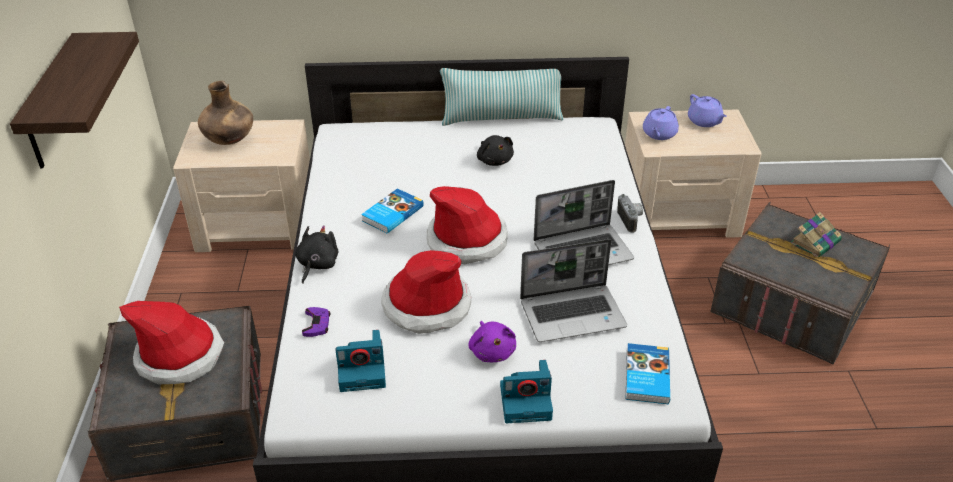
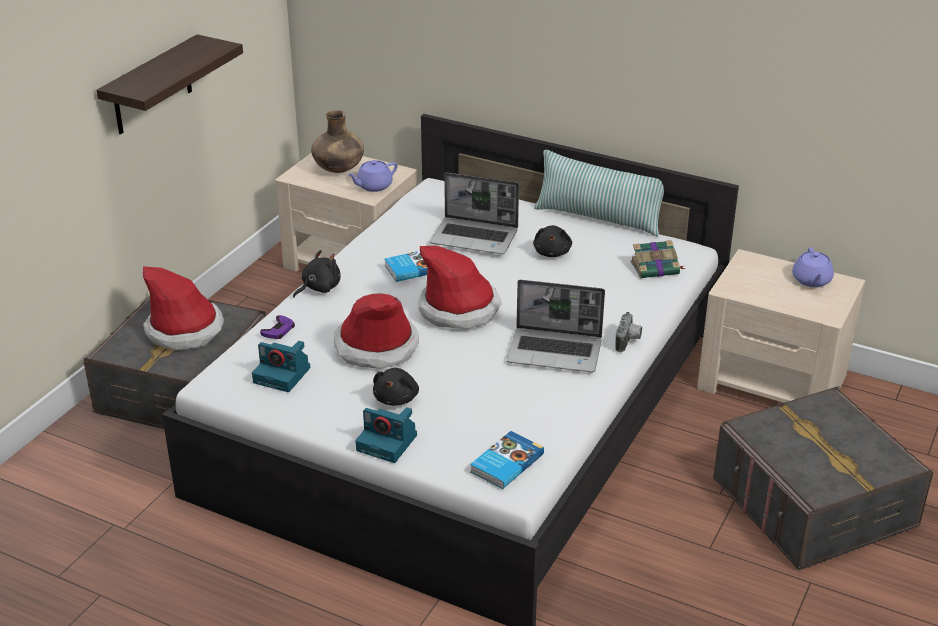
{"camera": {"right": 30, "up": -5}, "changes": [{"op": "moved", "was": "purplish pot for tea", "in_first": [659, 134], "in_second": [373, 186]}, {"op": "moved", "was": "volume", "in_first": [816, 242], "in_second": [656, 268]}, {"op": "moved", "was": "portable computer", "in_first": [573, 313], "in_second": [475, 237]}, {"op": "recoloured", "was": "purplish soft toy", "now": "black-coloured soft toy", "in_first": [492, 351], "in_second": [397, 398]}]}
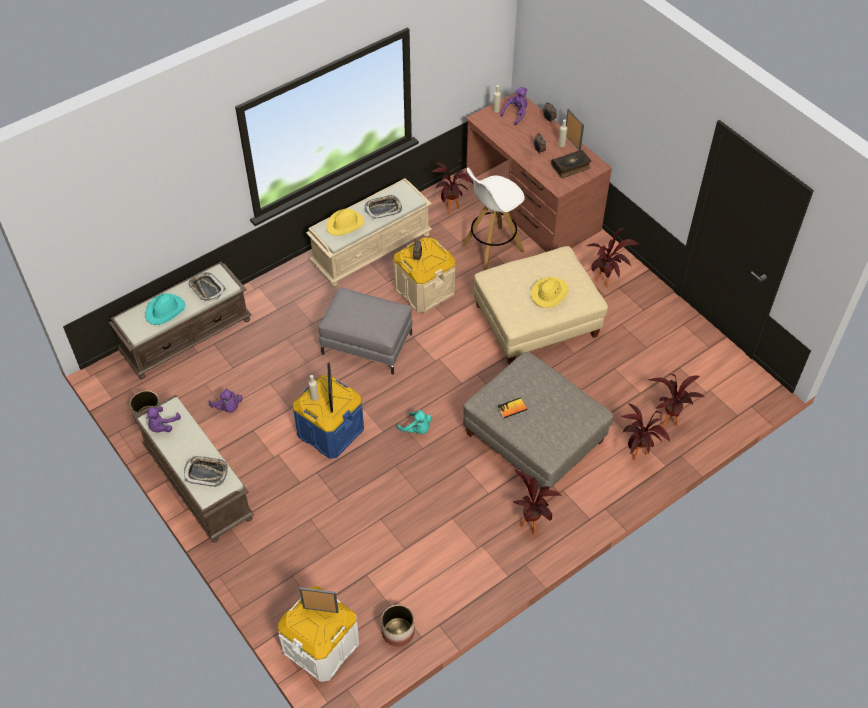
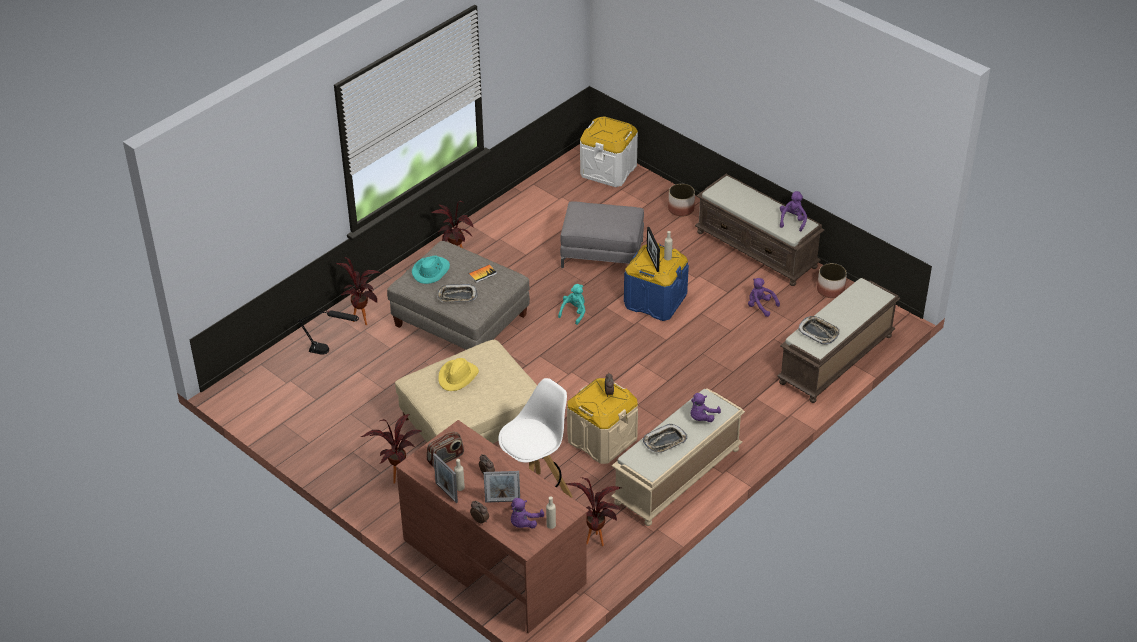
{"camera": {"right": 170, "up": -10}, "changes": [{"op": "replaced", "was": "volume", "now": "radio set", "in_first": [571, 167], "in_second": [445, 458]}, {"op": "replaced", "was": "yellow wearable hat", "now": "purplish soft toy", "in_first": [345, 224], "in_second": [702, 417]}, {"op": "moved", "was": "greyish pouffe", "in_first": [367, 343], "in_second": [602, 254]}, {"op": "moved", "was": "turquoise-coloured wearable hat", "in_first": [165, 310], "in_second": [431, 271]}, {"op": "replaced", "was": "potted plant", "now": "black-coloured table lamp", "in_first": [667, 419], "in_second": [331, 352]}, {"op": "turned", "was": "turquoise-coloured soft toy", "in_first": [417, 429], "in_second": [574, 312], "clockwise": 90}, {"op": "moved", "was": "carrying tray", "in_first": [206, 473], "in_second": [457, 296]}, {"op": "moved", "was": "standing frame", "in_first": [320, 609], "in_second": [502, 501]}, {"op": "moved", "was": "plant pot", "in_first": [398, 631], "in_second": [681, 209]}]}
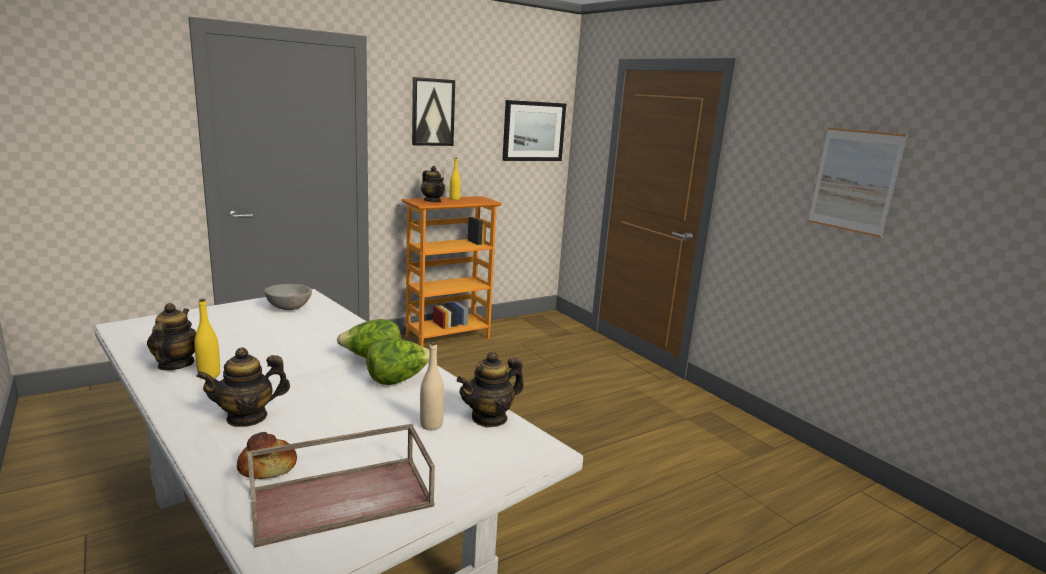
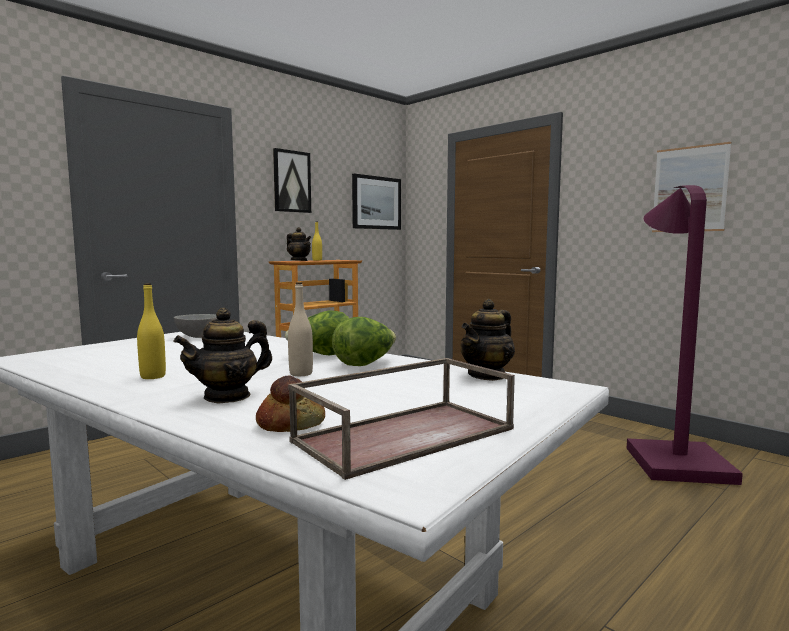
{"camera": {"right": -10, "up": -10}, "changes": [{"op": "removed", "was": "pot for tea", "in_first": [175, 364]}, {"op": "moved", "was": "sand-coloured bottle", "in_first": [431, 425], "in_second": [301, 374]}, {"op": "added", "now": "purplish floor lamp", "in_second": [672, 458]}]}
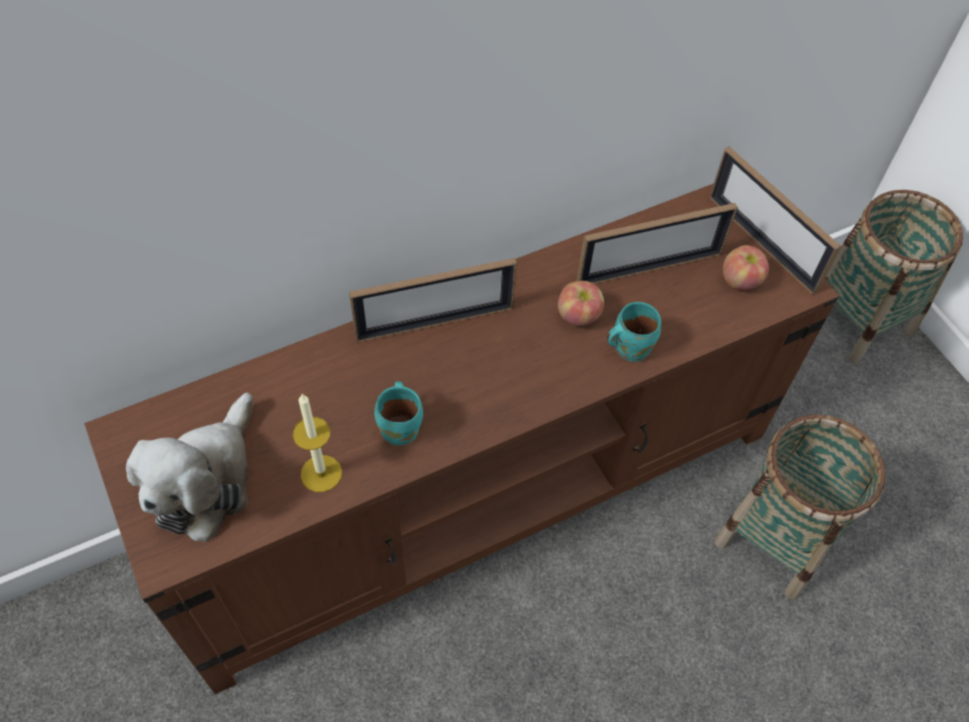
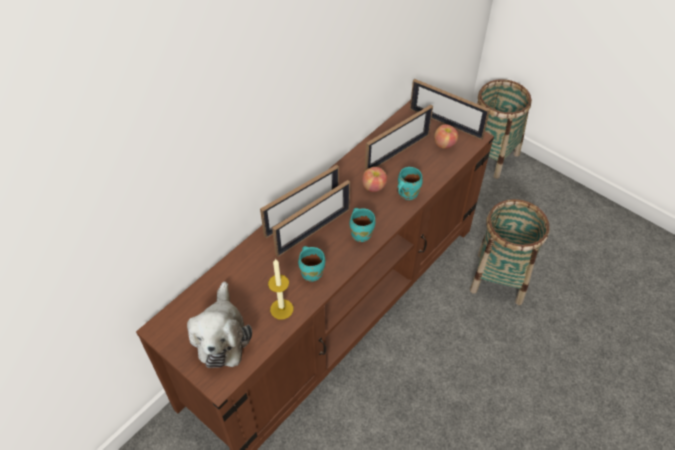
{"camera": {"right": -20, "up": -5}, "changes": [{"op": "added", "now": "standing frame", "in_second": [313, 231]}, {"op": "added", "now": "turquoise-coloured mug", "in_second": [362, 233]}]}
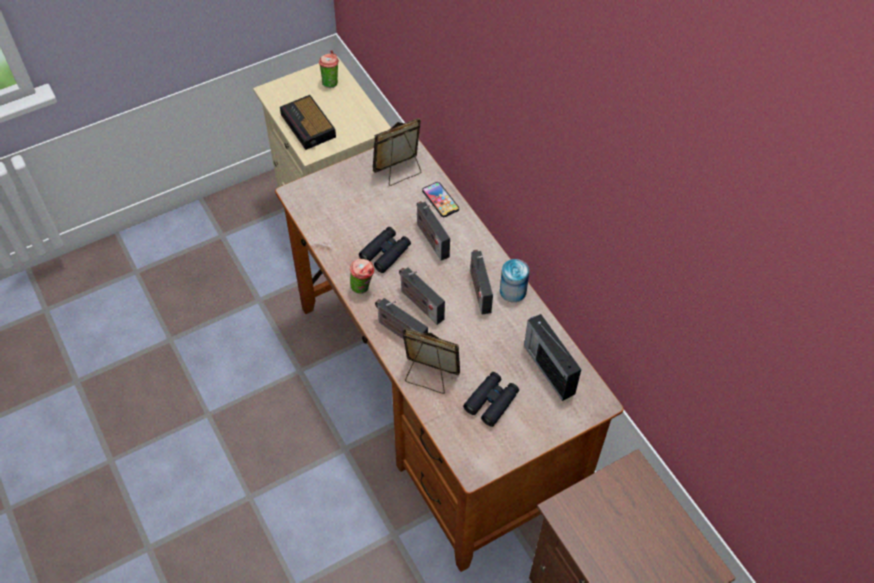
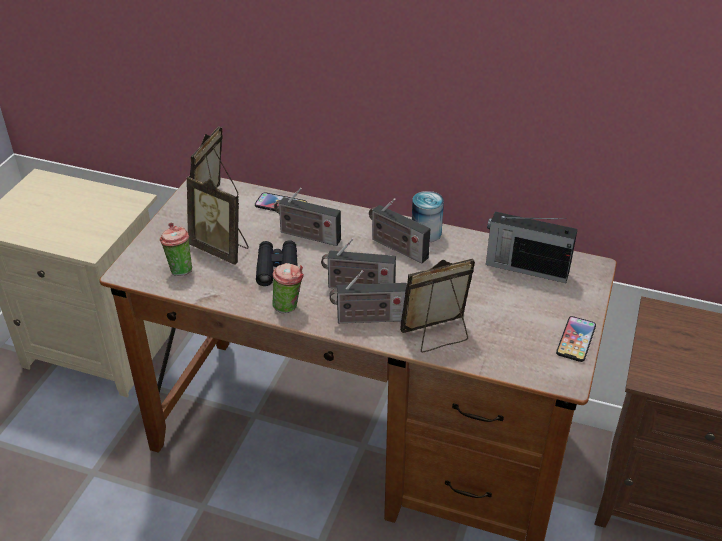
{"camera": {"right": -40, "up": -15}, "changes": [{"op": "moved", "was": "drinking cup", "in_first": [330, 82], "in_second": [179, 269]}, {"op": "removed", "was": "bedside clock", "in_first": [309, 127]}, {"op": "removed", "was": "black-coloured binoculars", "in_first": [491, 401]}, {"op": "added", "now": "standing frame", "in_second": [221, 249]}, {"op": "added", "now": "handset", "in_second": [576, 340]}]}
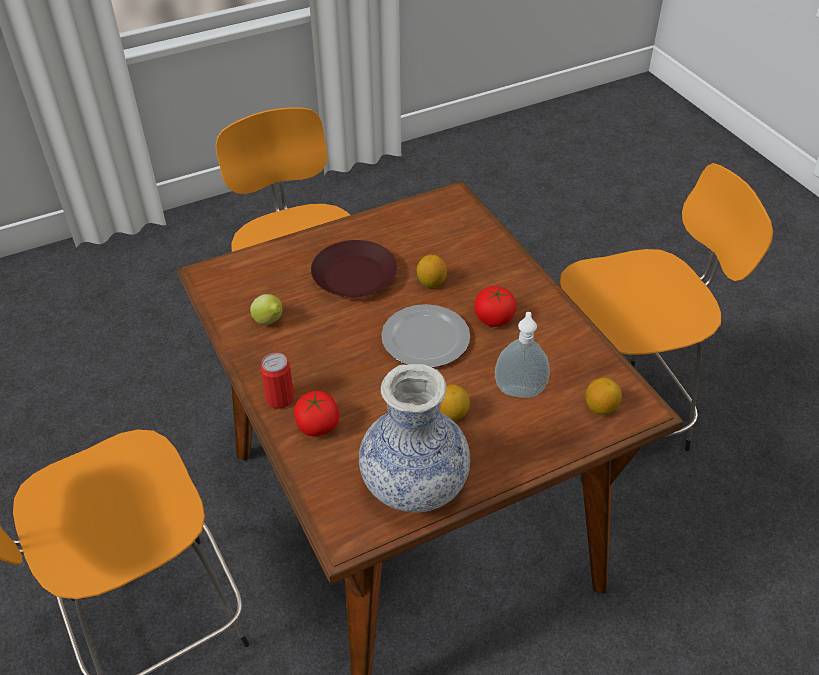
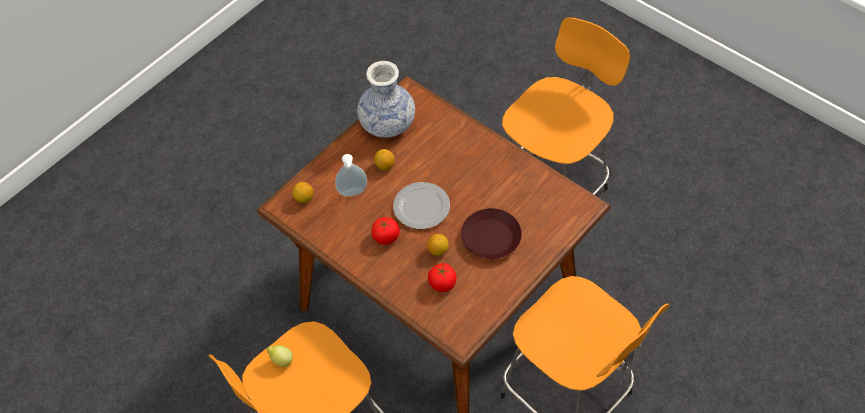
{"camera": {"right": 160, "up": 10}, "changes": [{"op": "moved", "was": "whole lemon", "in_first": [269, 322], "in_second": [281, 360]}, {"op": "removed", "was": "metal can", "in_first": [280, 398]}, {"op": "moved", "was": "tomato", "in_first": [317, 425], "in_second": [442, 283]}]}
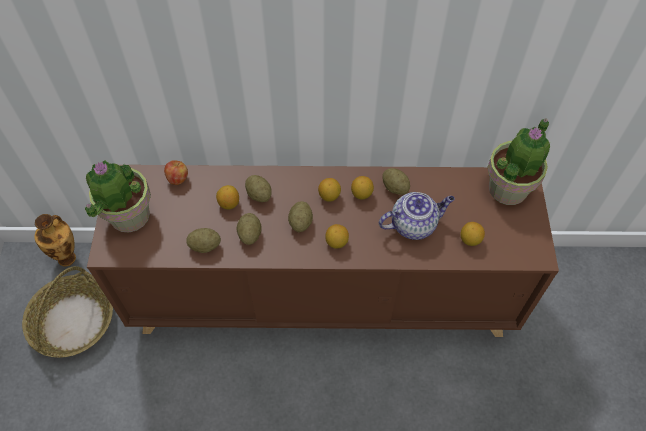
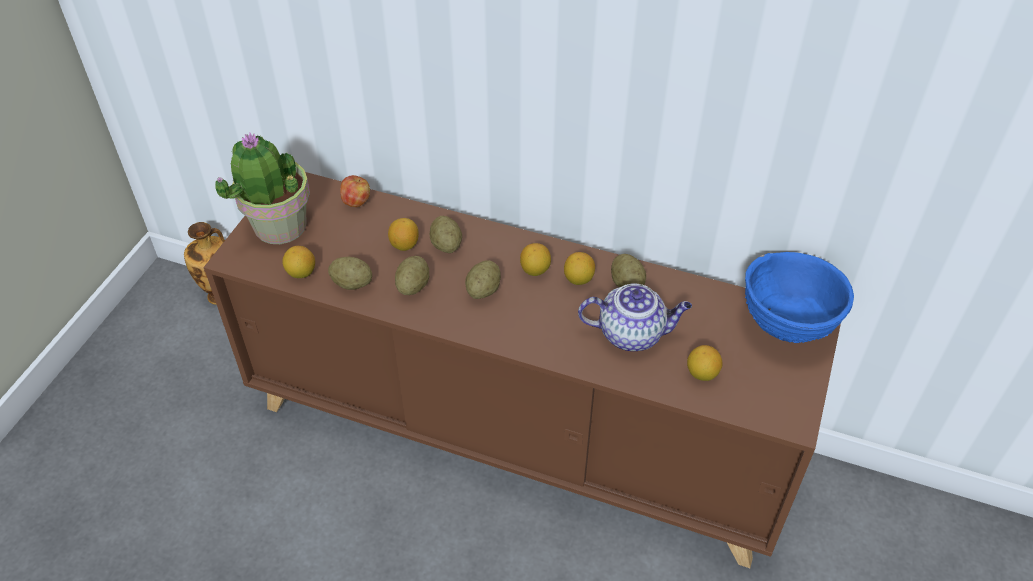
{"camera": {"right": 20, "up": -10}, "changes": [{"op": "replaced", "was": "potted plant", "now": "bluish bowl", "in_first": [509, 188], "in_second": [786, 327]}, {"op": "moved", "was": "whole lemon", "in_first": [336, 242], "in_second": [301, 273]}, {"op": "removed", "was": "household basket", "in_first": [73, 321]}]}
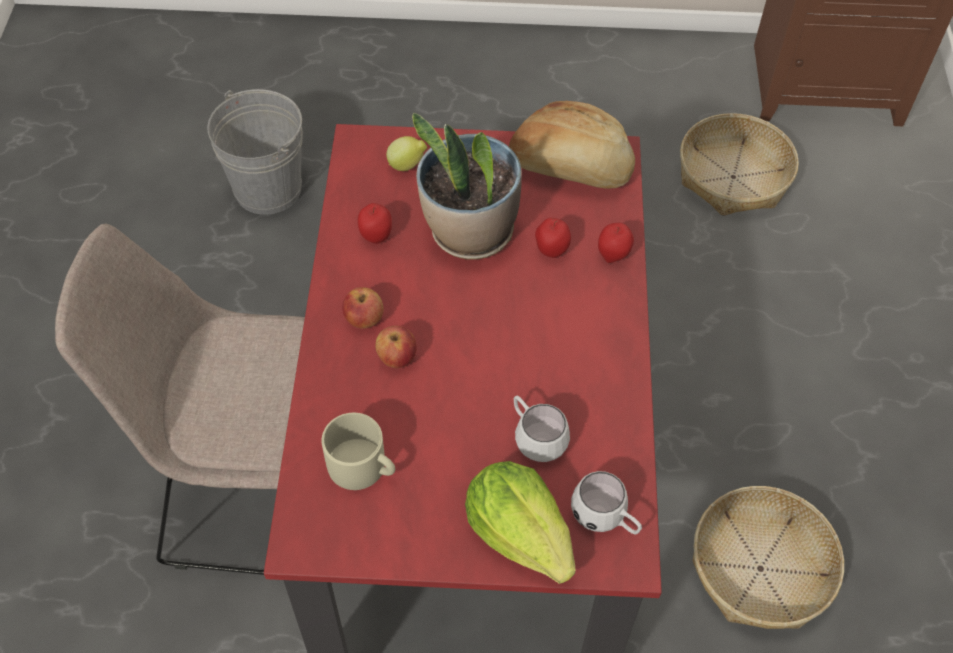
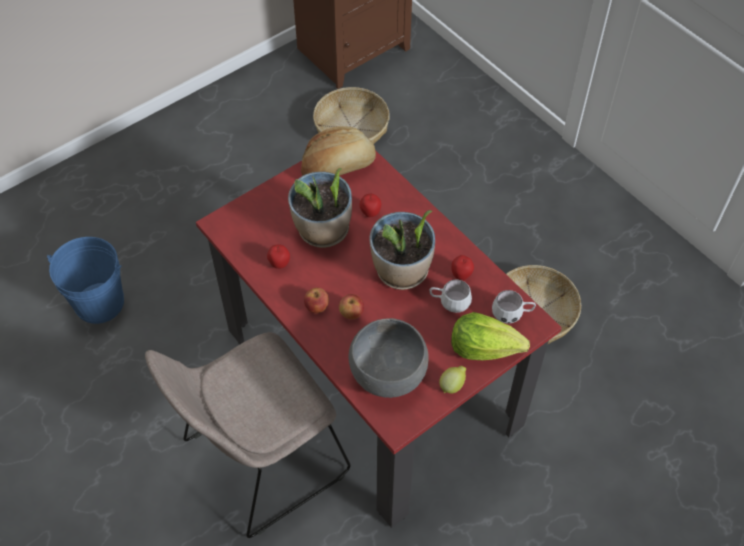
{"camera": {"right": -40, "up": 0}, "changes": [{"op": "recoloured", "was": "greyish bucket", "now": "bluish bucket", "in_first": [268, 189], "in_second": [100, 303]}, {"op": "moved", "was": "whole lemon", "in_first": [407, 165], "in_second": [452, 385]}, {"op": "moved", "was": "apple fruit", "in_first": [613, 256], "in_second": [461, 275]}, {"op": "replaced", "was": "sand-coloured mug", "now": "greyish bowl", "in_first": [363, 467], "in_second": [388, 372]}, {"op": "added", "now": "potted plant", "in_second": [401, 272]}]}
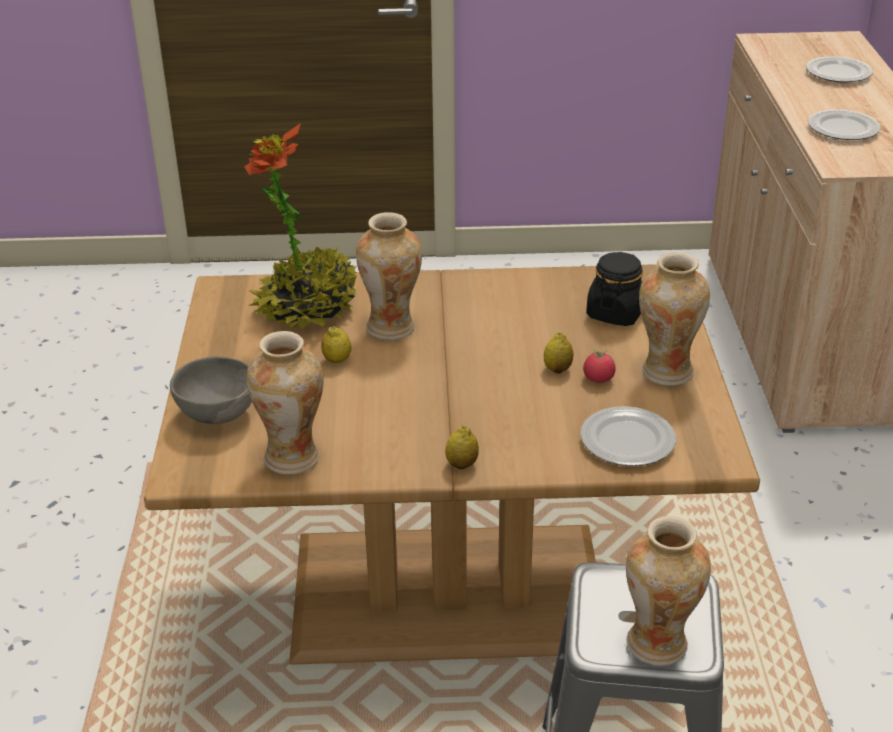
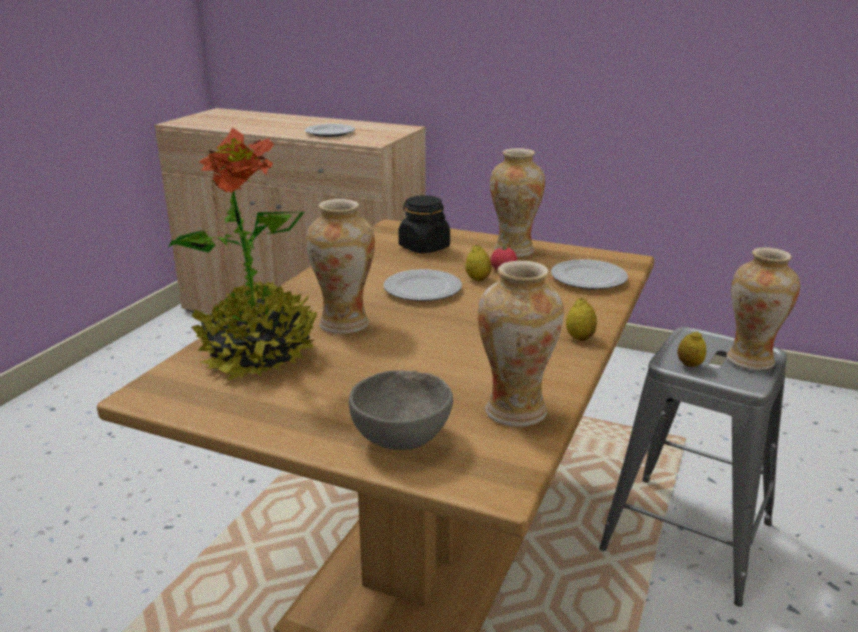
{"camera": {"right": -65, "up": -10}, "changes": [{"op": "moved", "was": "flat dish", "in_first": [838, 73], "in_second": [422, 289]}, {"op": "moved", "was": "whole lemon", "in_first": [337, 360], "in_second": [689, 365]}]}
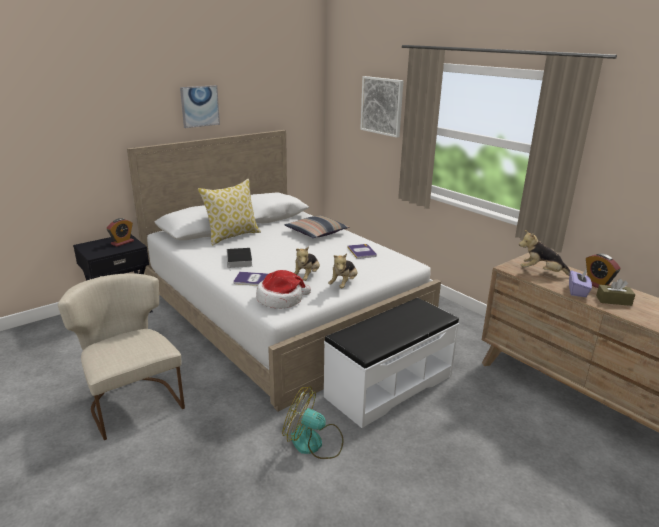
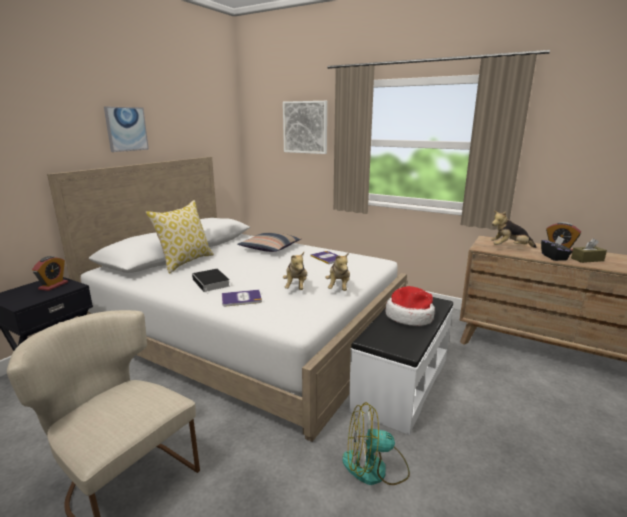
{"camera": {"right": -20, "up": -5}, "changes": [{"op": "moved", "was": "wearable hat", "in_first": [281, 299], "in_second": [410, 316]}, {"op": "recoloured", "was": "purplish tissue holder", "now": "black-coloured tissue holder", "in_first": [577, 291], "in_second": [554, 257]}]}
